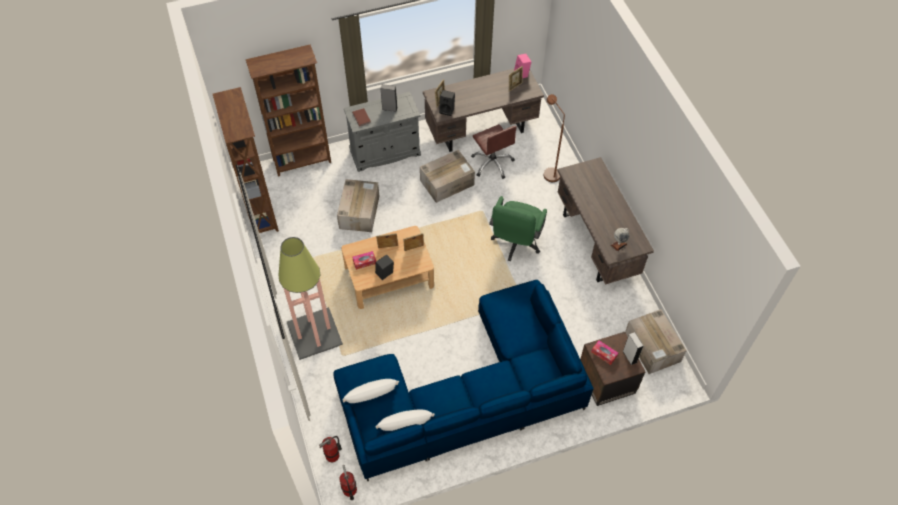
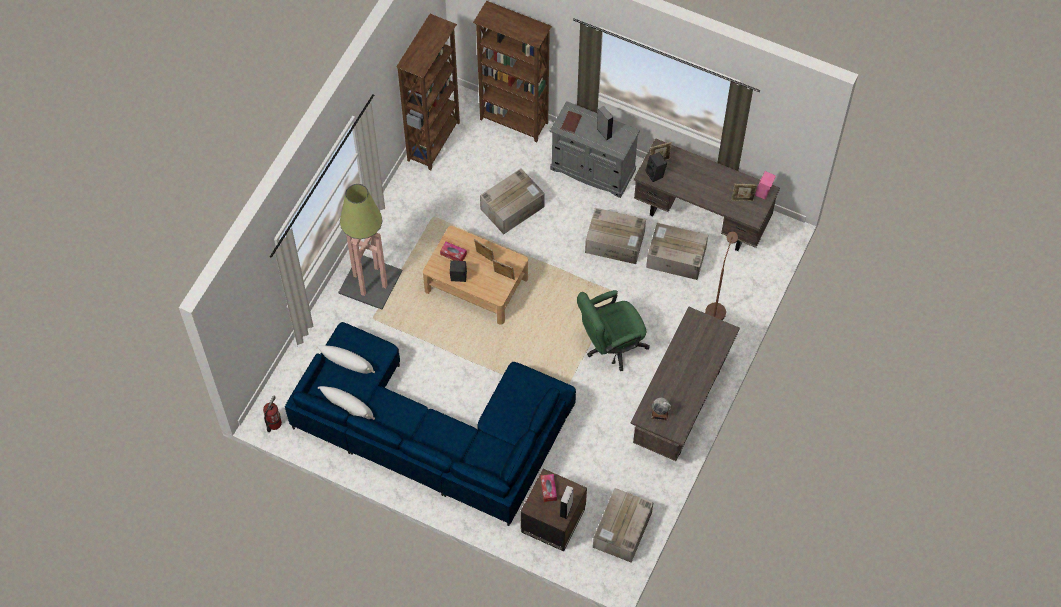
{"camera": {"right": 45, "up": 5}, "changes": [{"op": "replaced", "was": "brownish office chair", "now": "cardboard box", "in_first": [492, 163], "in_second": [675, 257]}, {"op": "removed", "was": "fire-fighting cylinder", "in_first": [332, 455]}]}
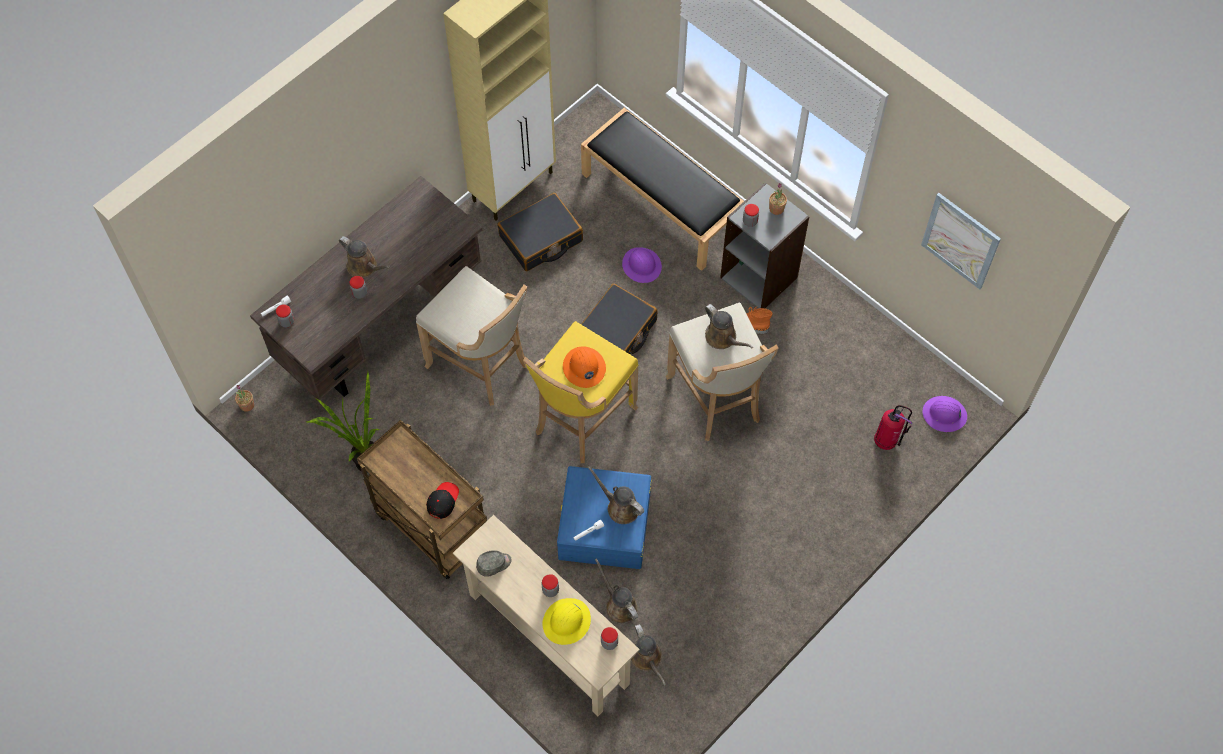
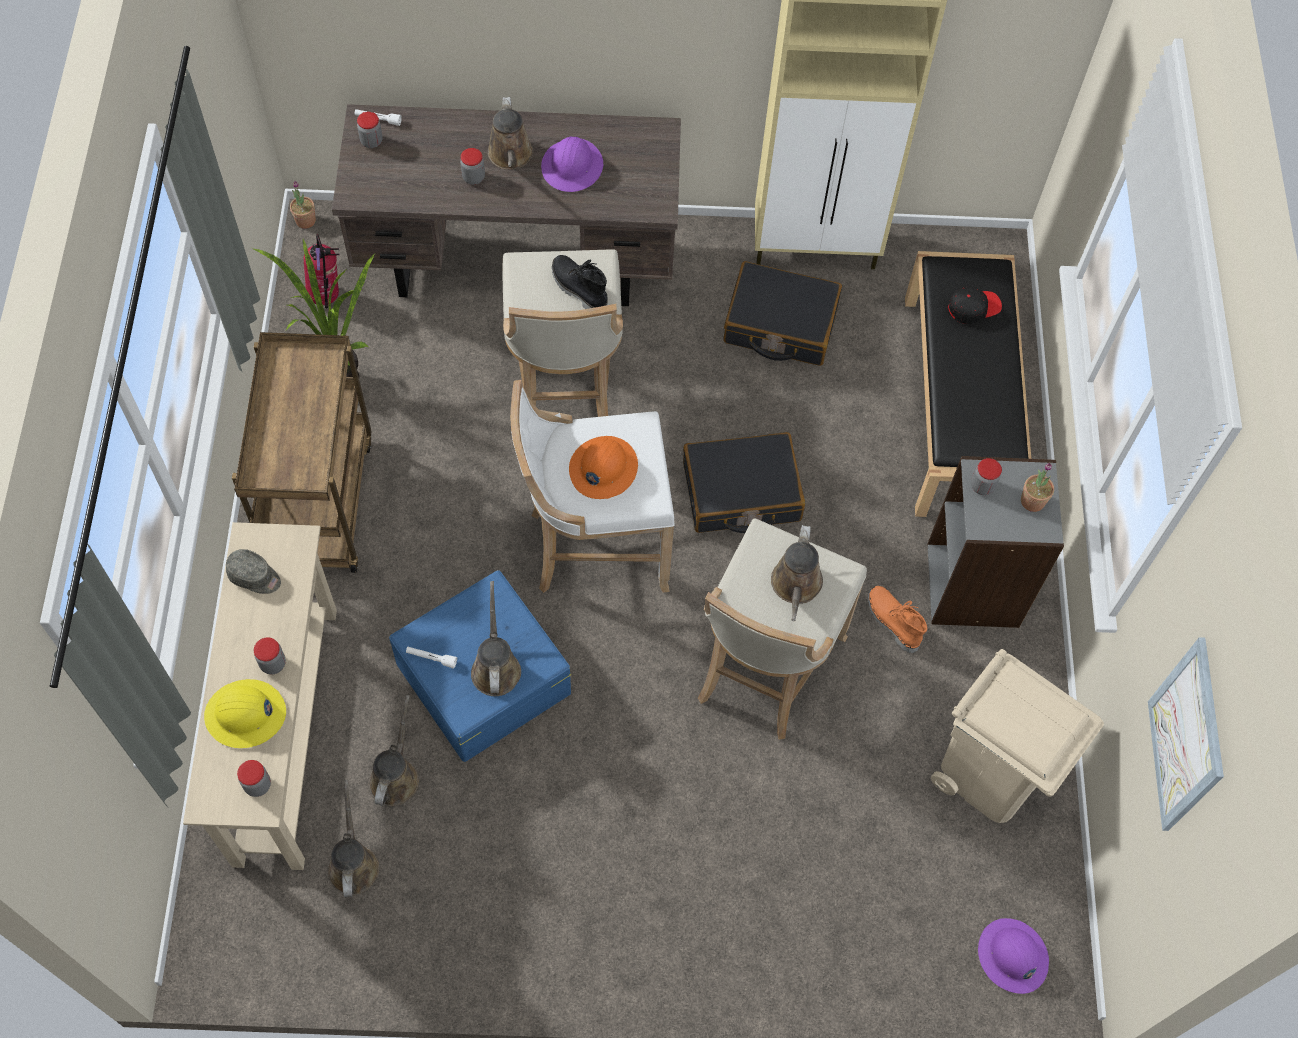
{"camera": {"right": 45, "up": 0}, "changes": [{"op": "moved", "was": "purplish safety helmet", "in_first": [642, 265], "in_second": [572, 166]}, {"op": "recoloured", "was": "yellow stool", "now": "white stool", "in_first": [581, 420], "in_second": [594, 546]}, {"op": "moved", "was": "fire-fighting cylinder", "in_first": [887, 441], "in_second": [326, 297]}, {"op": "moved", "was": "black-coloured peaked cap", "in_first": [442, 501], "in_second": [973, 307]}, {"op": "turned", "was": "brownish watering can", "in_first": [647, 658], "in_second": [353, 863], "clockwise": 150}, {"op": "added", "now": "black-coloured high-top boot", "in_second": [578, 290]}, {"op": "added", "now": "sand-coloured trash can", "in_second": [990, 773]}]}
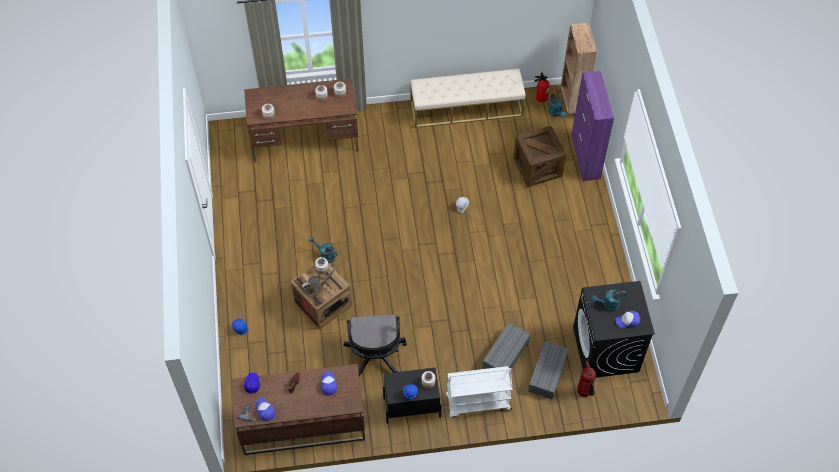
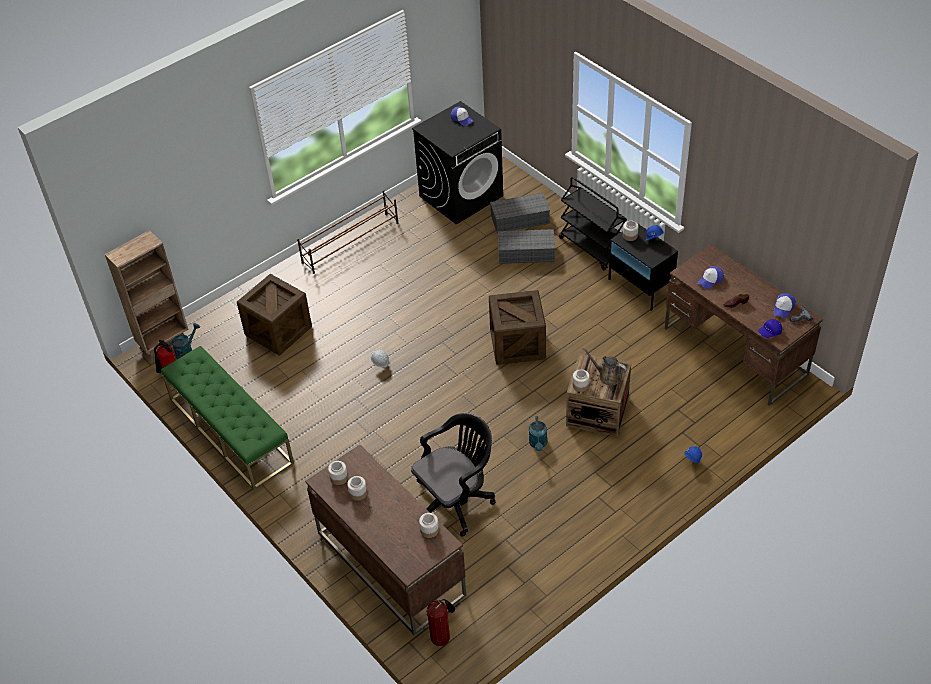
{"camera": {"right": -120, "up": -10}, "changes": [{"op": "recoloured", "was": "sand-coloured long seat", "now": "green long seat", "in_first": [466, 108], "in_second": [230, 431]}, {"op": "removed", "was": "purplish cupboard", "in_first": [585, 157]}, {"op": "removed", "was": "turquoise-coloured watering can", "in_first": [608, 305]}, {"op": "moved", "was": "black-coloured office chair", "in_first": [375, 357], "in_second": [456, 500]}, {"op": "moved", "was": "fire-fighting cylinder", "in_first": [584, 393], "in_second": [442, 637]}, {"op": "recoloured", "was": "white trolley", "now": "black-coloured trolley", "in_first": [477, 403], "in_second": [592, 248]}, {"op": "added", "now": "brownish shoe stand", "in_second": [351, 243]}, {"op": "added", "now": "packing crate", "in_second": [517, 344]}]}
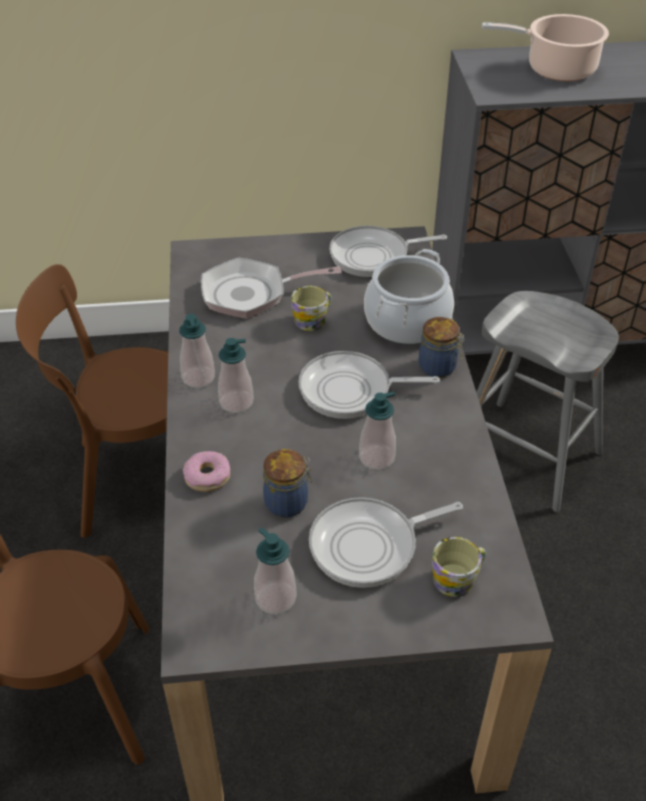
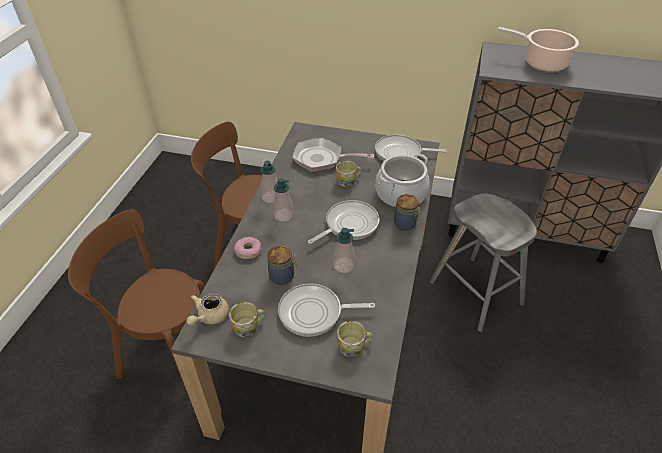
{"camera": {"right": 20, "up": 0}, "changes": [{"op": "turned", "was": "pan", "in_first": [351, 390], "in_second": [349, 225], "clockwise": 120}, {"op": "replaced", "was": "liquid soap bottle", "now": "mug", "in_first": [275, 598], "in_second": [249, 326]}, {"op": "added", "now": "sand-coloured pot for tea", "in_second": [209, 316]}]}
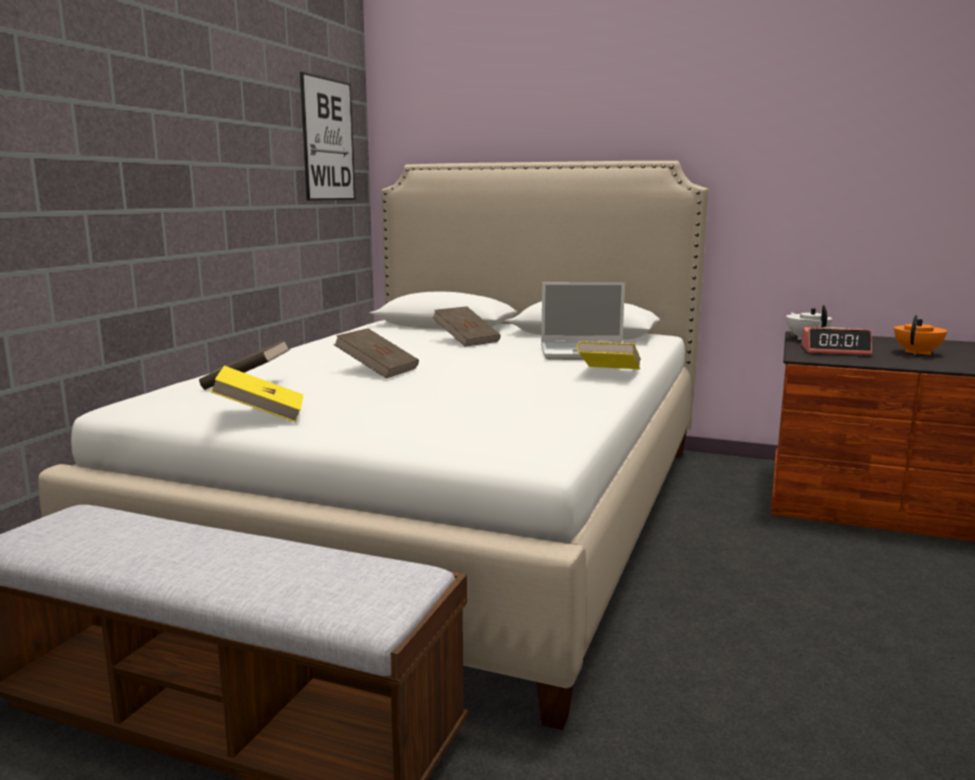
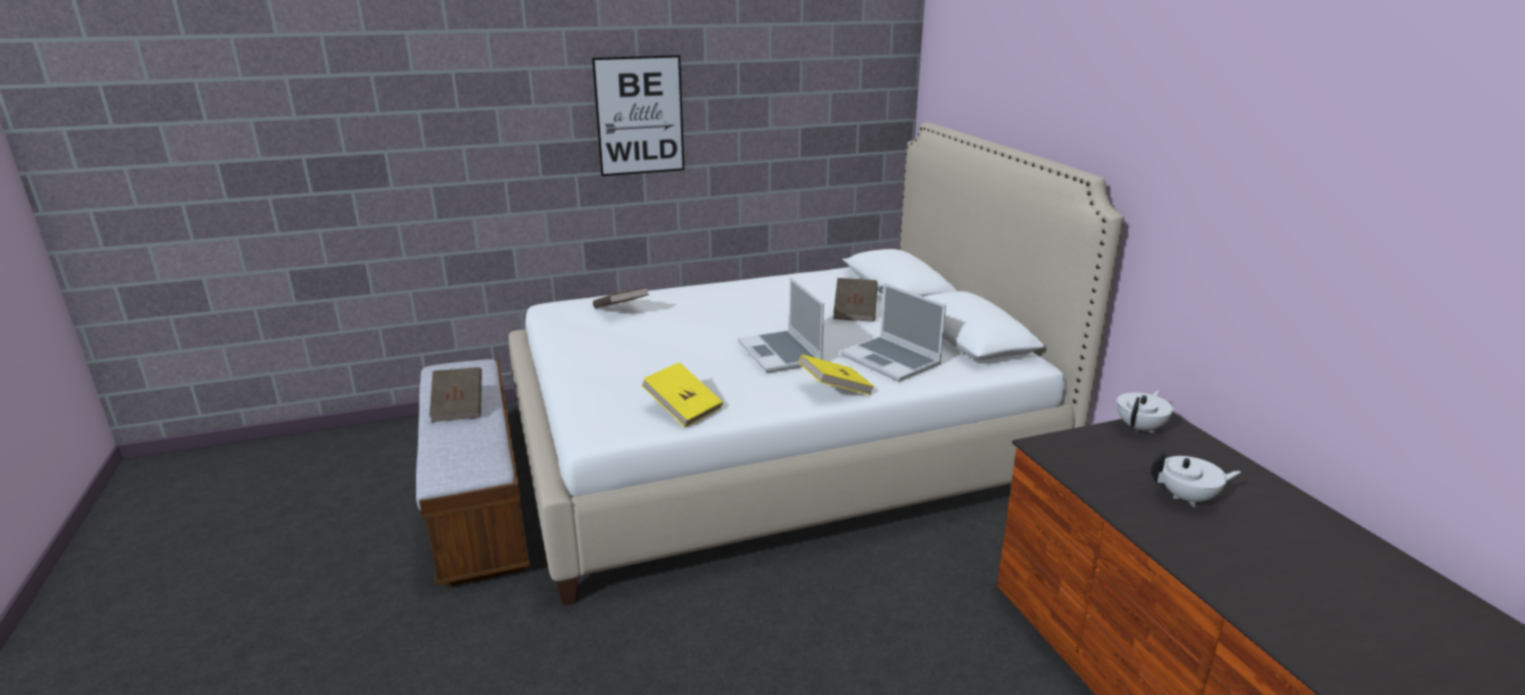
{"camera": {"right": 50, "up": 10}, "changes": [{"op": "moved", "was": "wall art", "in_first": [328, 140], "in_second": [639, 116]}, {"op": "recoloured", "was": "orange pot for tea", "now": "white pot for tea", "in_first": [917, 353], "in_second": [1188, 498]}, {"op": "removed", "was": "bedside clock", "in_first": [835, 350]}, {"op": "moved", "was": "brownish volume", "in_first": [377, 370], "in_second": [459, 408]}, {"op": "moved", "was": "yellow volume", "in_first": [260, 415], "in_second": [683, 409]}, {"op": "added", "now": "portable computer", "in_second": [781, 354]}]}
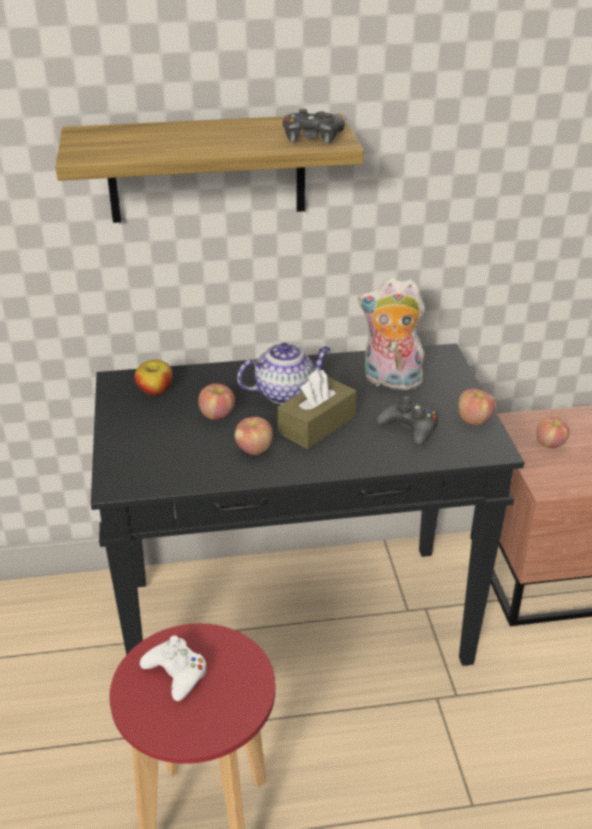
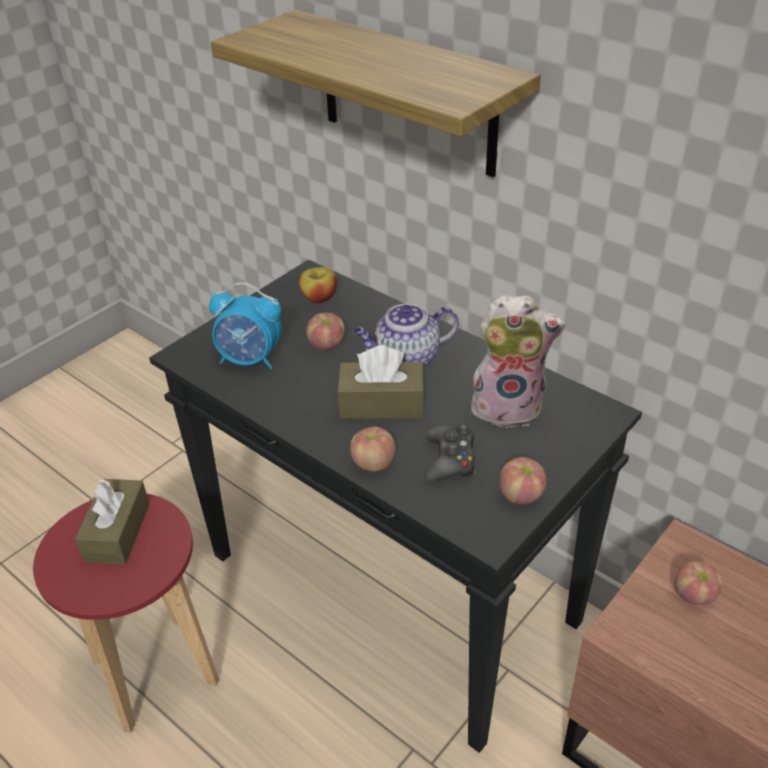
{"camera": {"right": 50, "up": 5}, "changes": [{"op": "removed", "was": "black-coloured gamepad", "in_first": [312, 136]}, {"op": "turned", "was": "soft toy", "in_first": [390, 381], "in_second": [508, 407], "clockwise": 120}, {"op": "turned", "was": "pot for tea", "in_first": [285, 392], "in_second": [406, 359], "clockwise": 135}, {"op": "moved", "was": "apple fruit", "in_first": [254, 449], "in_second": [373, 463]}, {"op": "replaced", "was": "white gamepad", "now": "brownish tissue holder", "in_first": [176, 673], "in_second": [117, 532]}, {"op": "added", "now": "bedside clock", "in_second": [250, 359]}]}
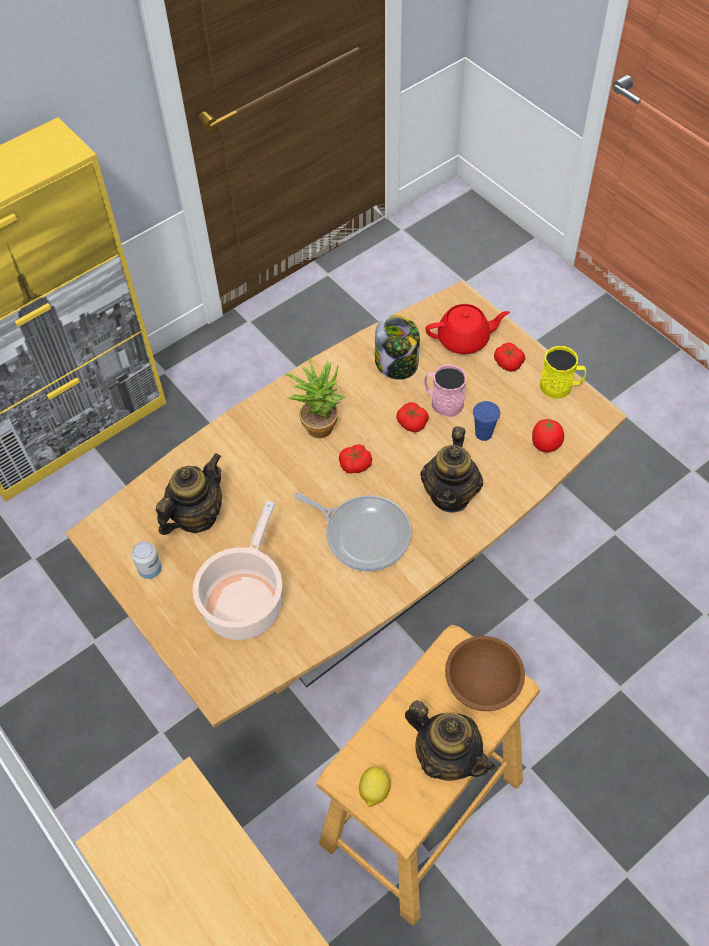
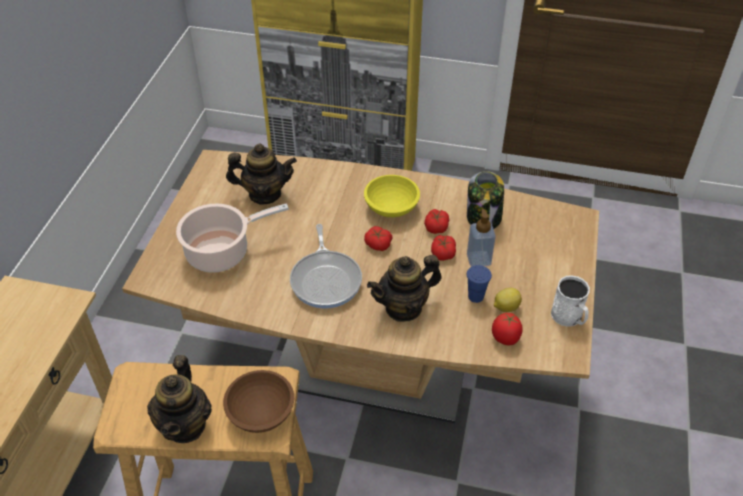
{"camera": {"right": 50, "up": -10}, "changes": [{"op": "removed", "was": "red-coloured pot for tea", "in_first": [464, 340]}, {"op": "moved", "was": "tomato", "in_first": [508, 362], "in_second": [436, 227]}, {"op": "recoloured", "was": "yellow mug", "now": "white mug", "in_first": [560, 386], "in_second": [569, 317]}, {"op": "replaced", "was": "potted plant", "now": "yellow bowl", "in_first": [318, 423], "in_second": [392, 208]}, {"op": "replaced", "was": "pink-coloured mug", "now": "liquid soap bottle", "in_first": [443, 402], "in_second": [478, 259]}, {"op": "removed", "was": "metal can", "in_first": [150, 570]}, {"op": "moved", "was": "whole lemon", "in_first": [374, 791], "in_second": [505, 307]}]}
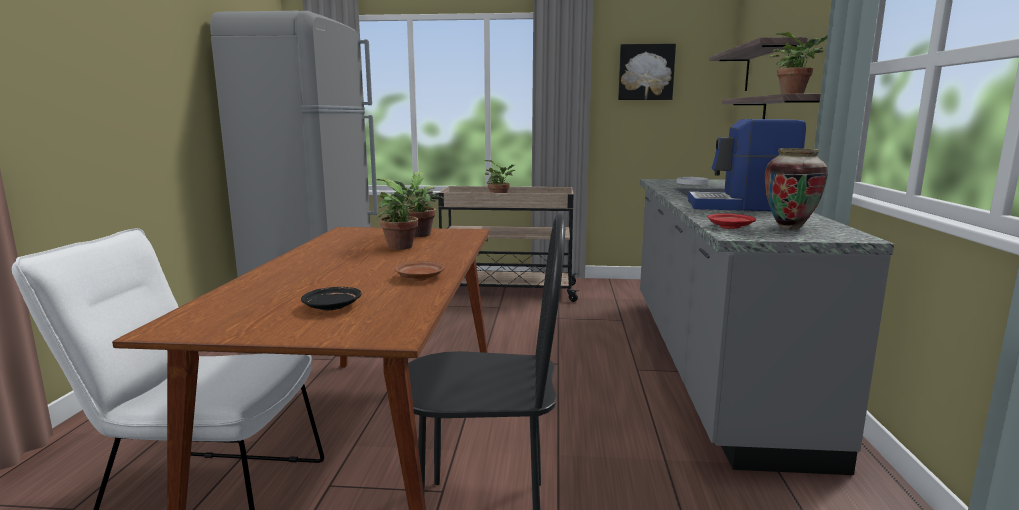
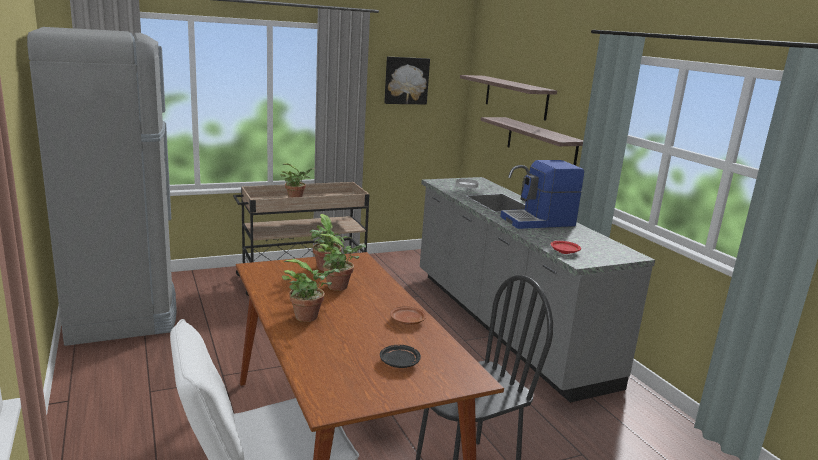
{"camera": {"right": -30, "up": 5}, "changes": [{"op": "moved", "was": "potted plant", "in_first": [795, 94], "in_second": [309, 317]}, {"op": "removed", "was": "flower vase", "in_first": [789, 227]}]}
